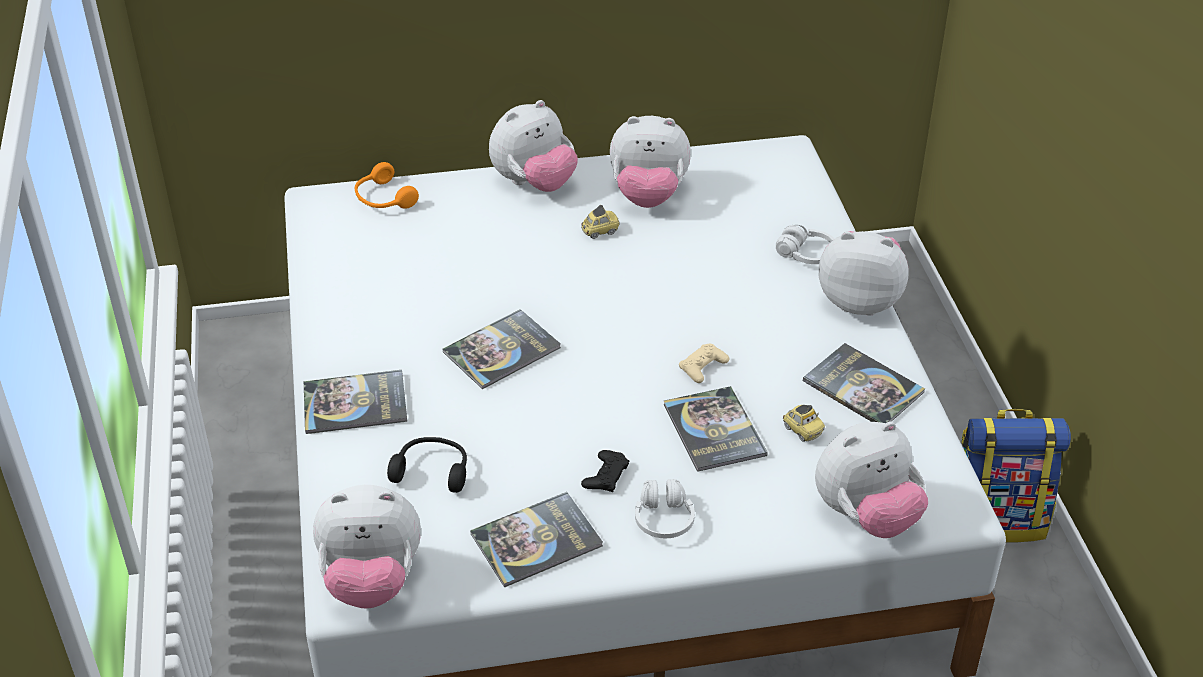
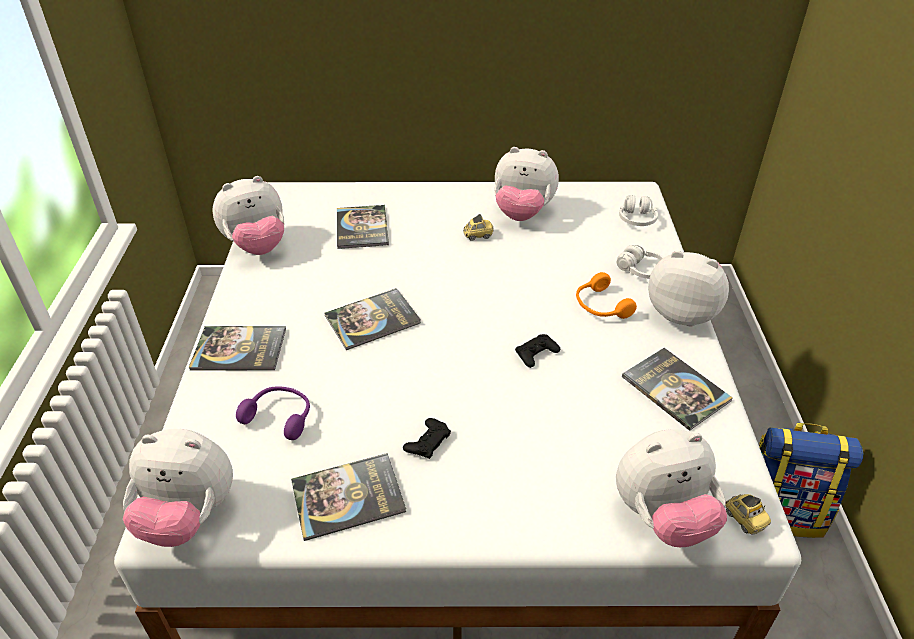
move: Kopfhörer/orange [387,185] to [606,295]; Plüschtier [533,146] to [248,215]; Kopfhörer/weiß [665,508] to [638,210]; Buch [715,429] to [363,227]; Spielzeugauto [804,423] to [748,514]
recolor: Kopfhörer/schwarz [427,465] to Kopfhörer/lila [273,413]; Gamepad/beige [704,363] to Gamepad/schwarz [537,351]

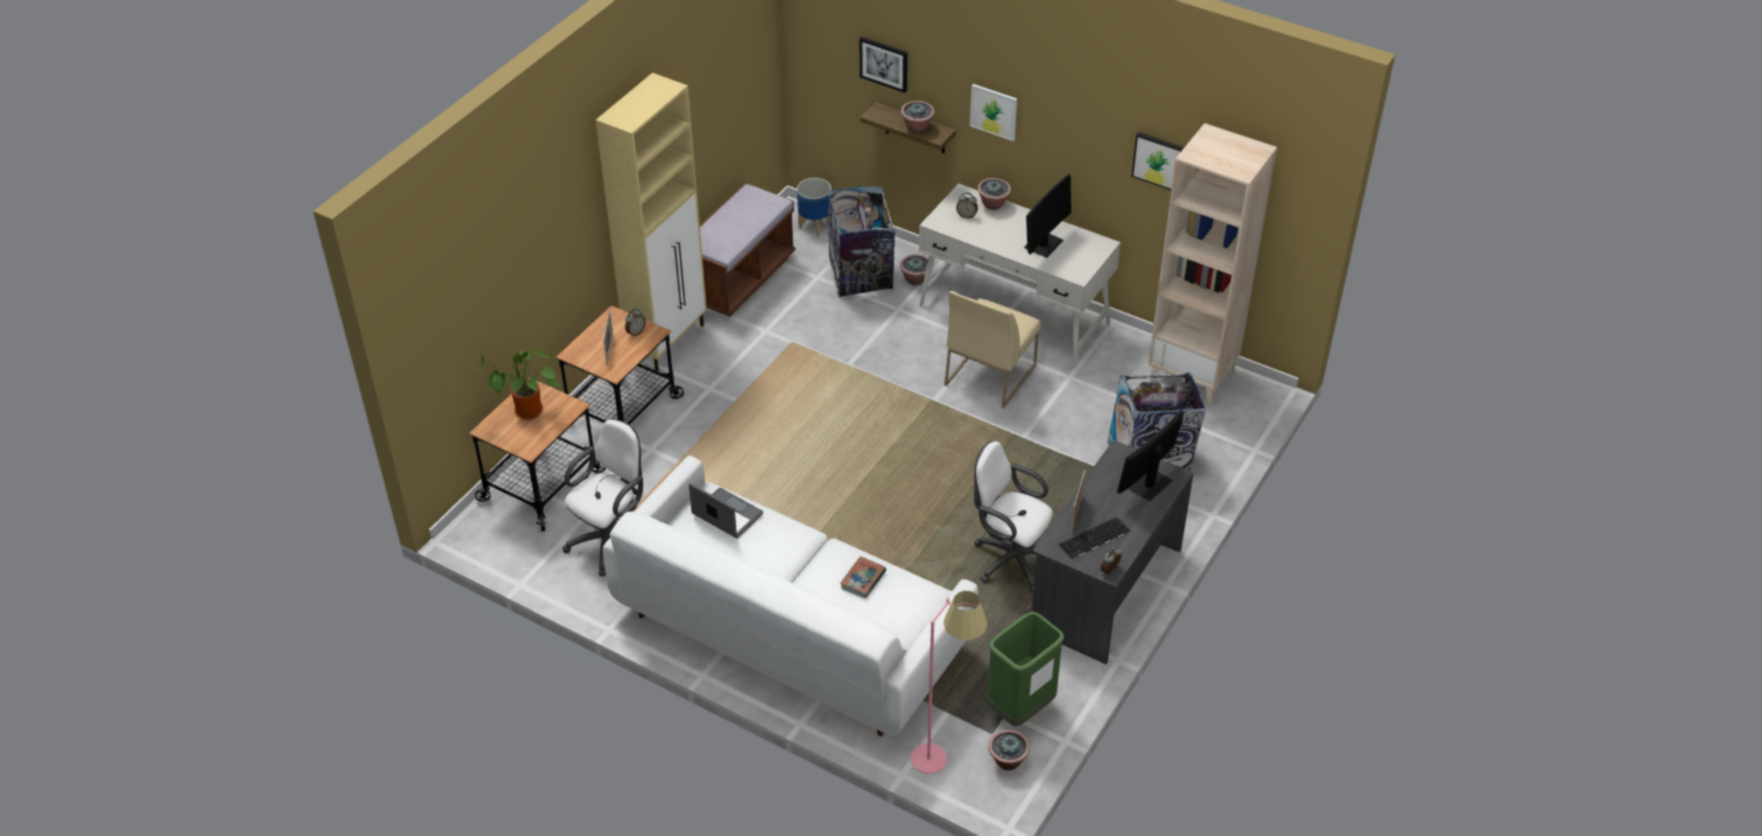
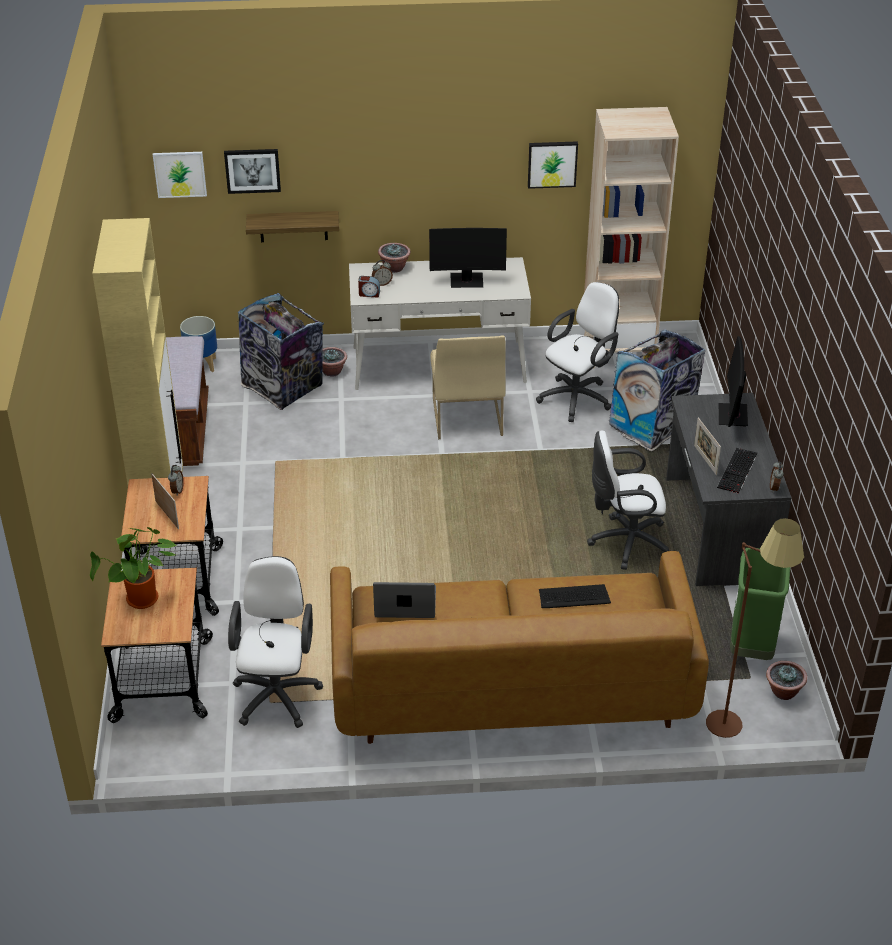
delete: Topfpflanze [918,117]
insert: Wecker [369,287]; Bürostuhl/weiß [577,352]
move: Bild [993,112] to [180,175]
replace: Buch [863,577] to Tastatur [575,596]
recolor: Sofa/weiß [790,596] to Sofa/braun [519,647]; Stehlampe/rosa [949,682] to Stehlampe/braun [755,628]
rotate: Monitor [1047,216] = [468,258] 90 degrees clockwise

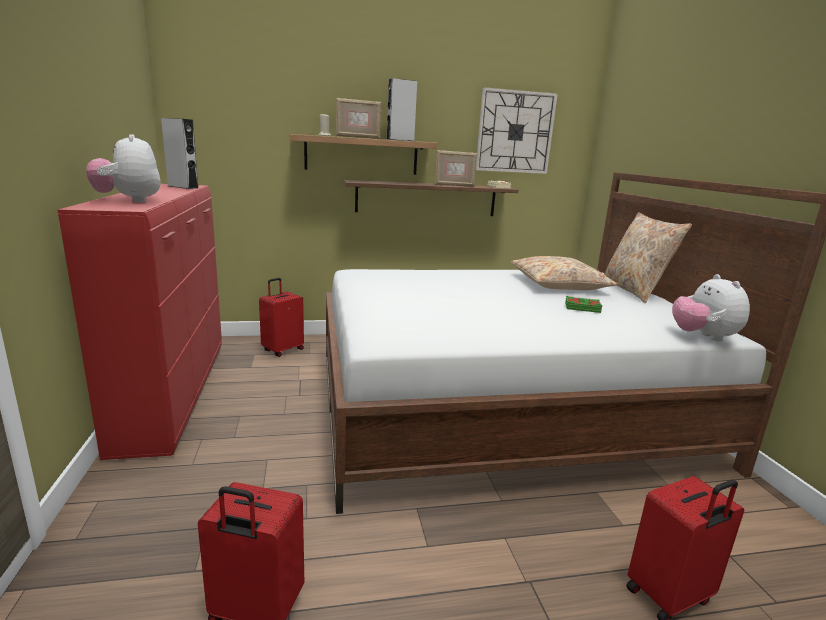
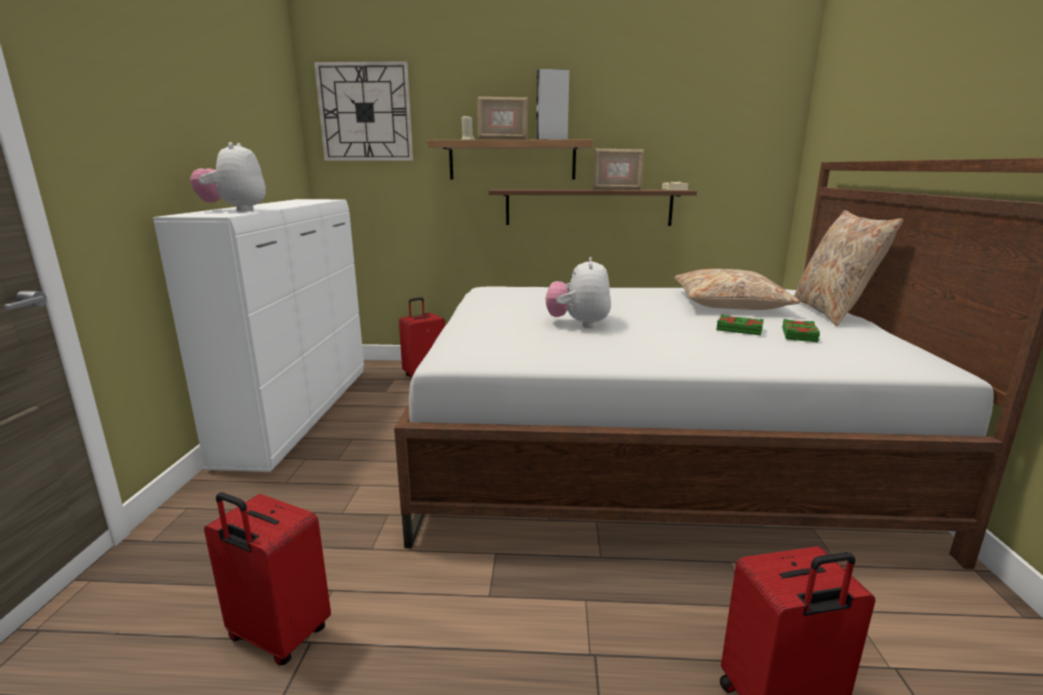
delete: Lautsprecher/grau [179,153]
insert: Buch/grün [801,330]
move: Wanduhr [517,130] to [363,111]; Plüschtier [711,308] to [578,292]
recolor: Kommode/rot [140,322] to Kommode/weiß [258,335]

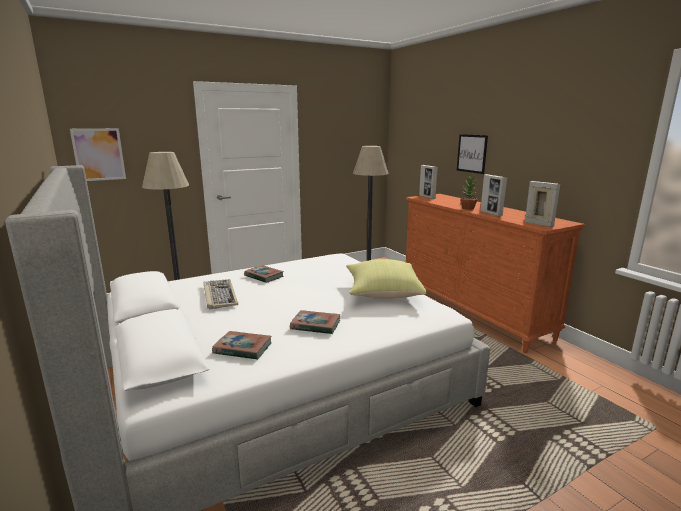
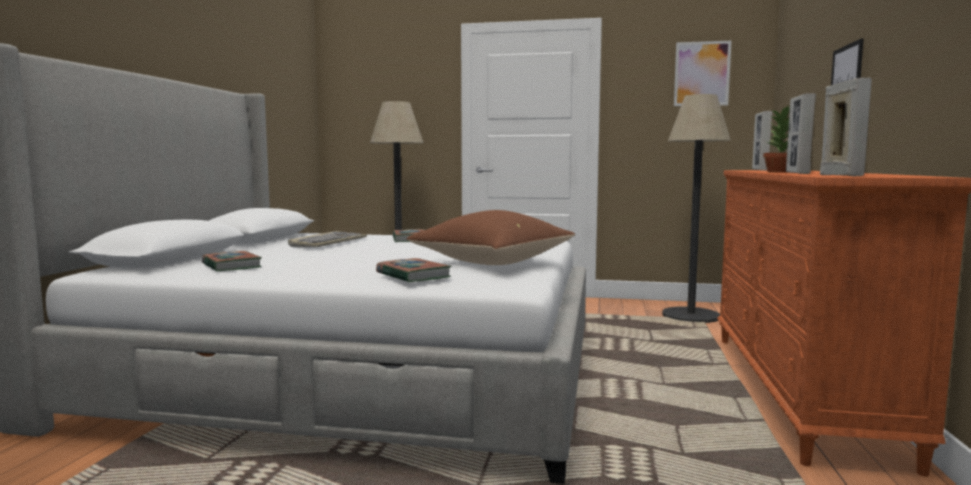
move: Bild [98,154] to [702,73]; Buch [315,322] to [414,270]
recolor: Kissen/gelb [386,279] to Kissen/braun [491,237]

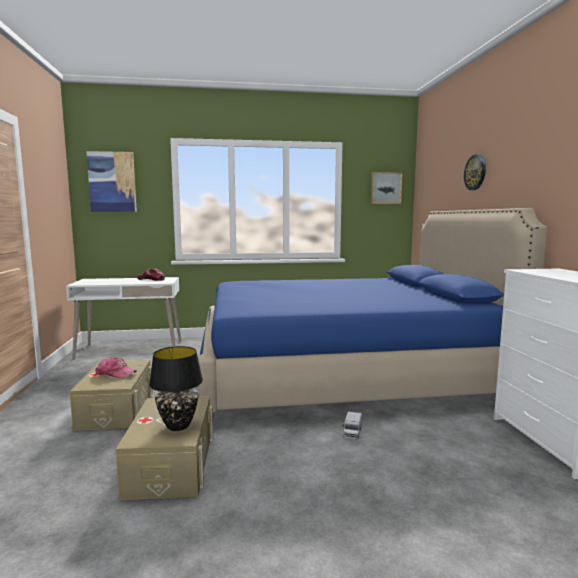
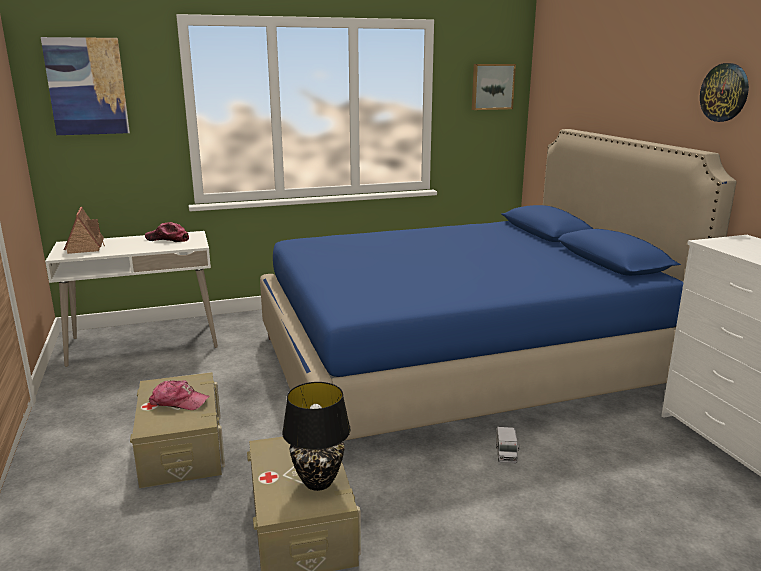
insert: Spielzeughaus [84,230]
move: Wanduhr [475,172] to [724,92]

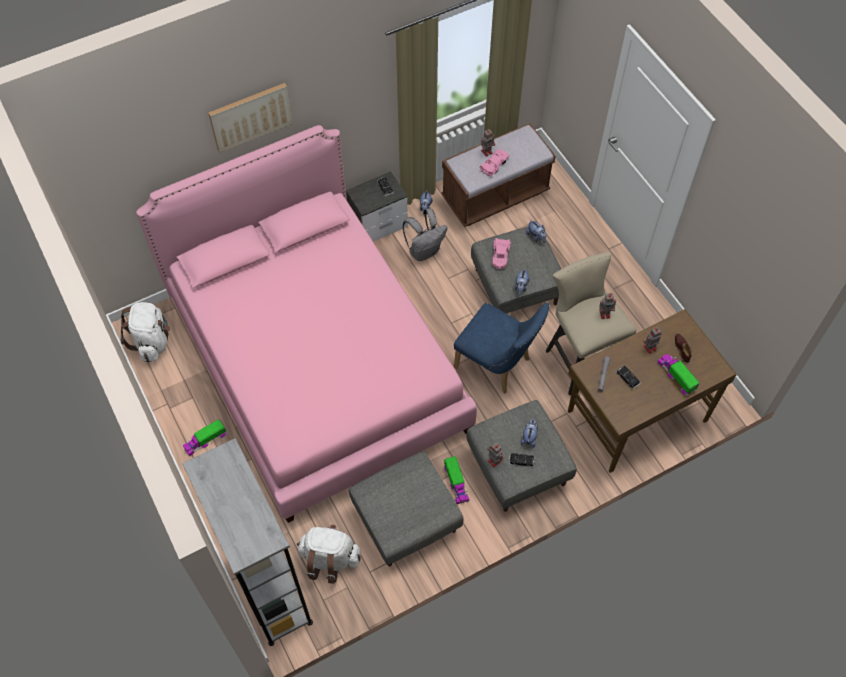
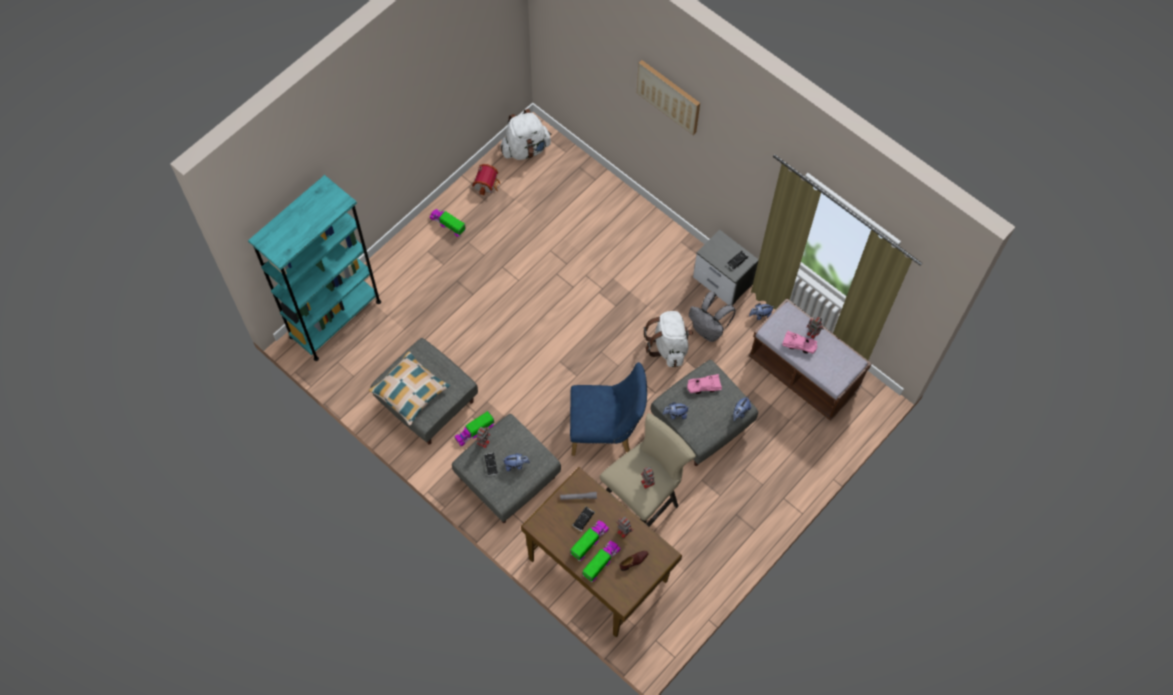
delete: Bett/rosa [306,324]
insert: Kissen [409,388]; Spielzeughaus [486,180]; Spielzeuglaster [589,540]
move: Rucksack/weiß [329,554] to [668,339]
recolor: Bücherregal/grau [247,542] to Bücherregal/türkis [314,268]
rotate: Stuhl/blau [501,348] = [608,409] 105 degrees counterclockwise

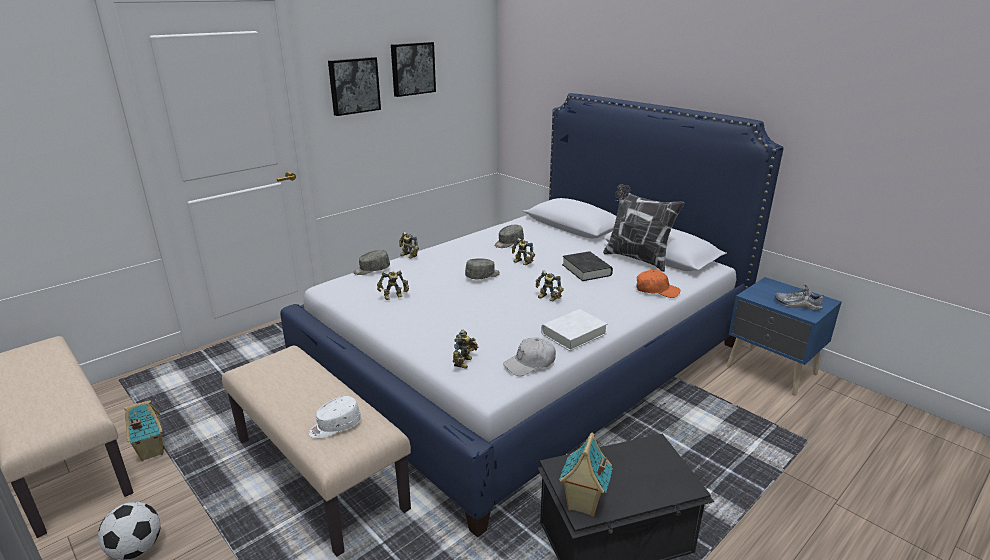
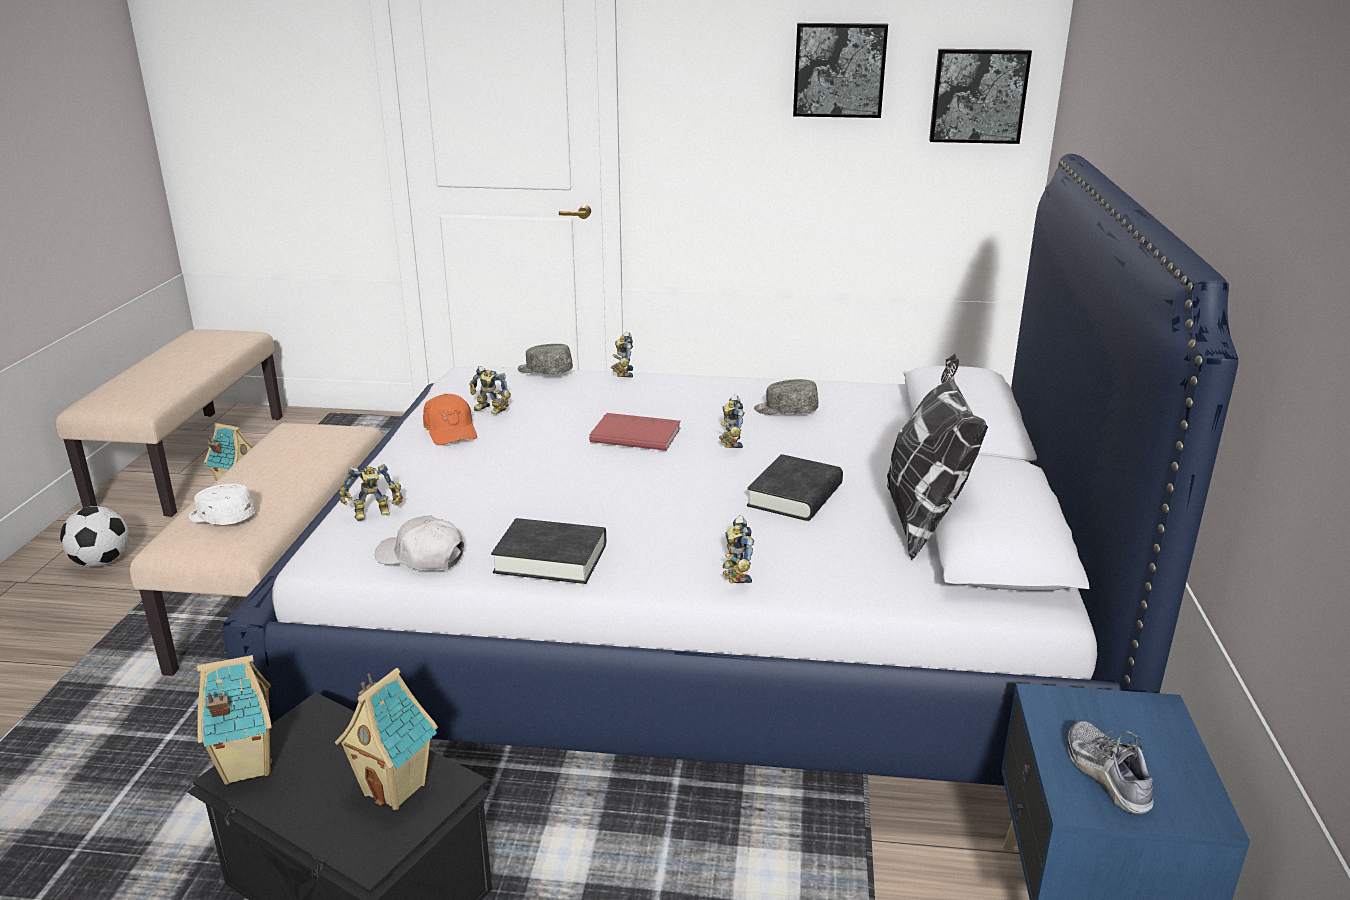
insert: Spielzeughaus [386,739]
move: Bild [354,86] to [980,96]; Spielzeugroboter [550,286] to [738,549]; Kappe/orange [658,284] to [450,419]
replace: Kappe/grau [482,268] to Buch/rot [635,432]
recolor: Buch/weiß [574,330] to Buch/schwarz [548,551]

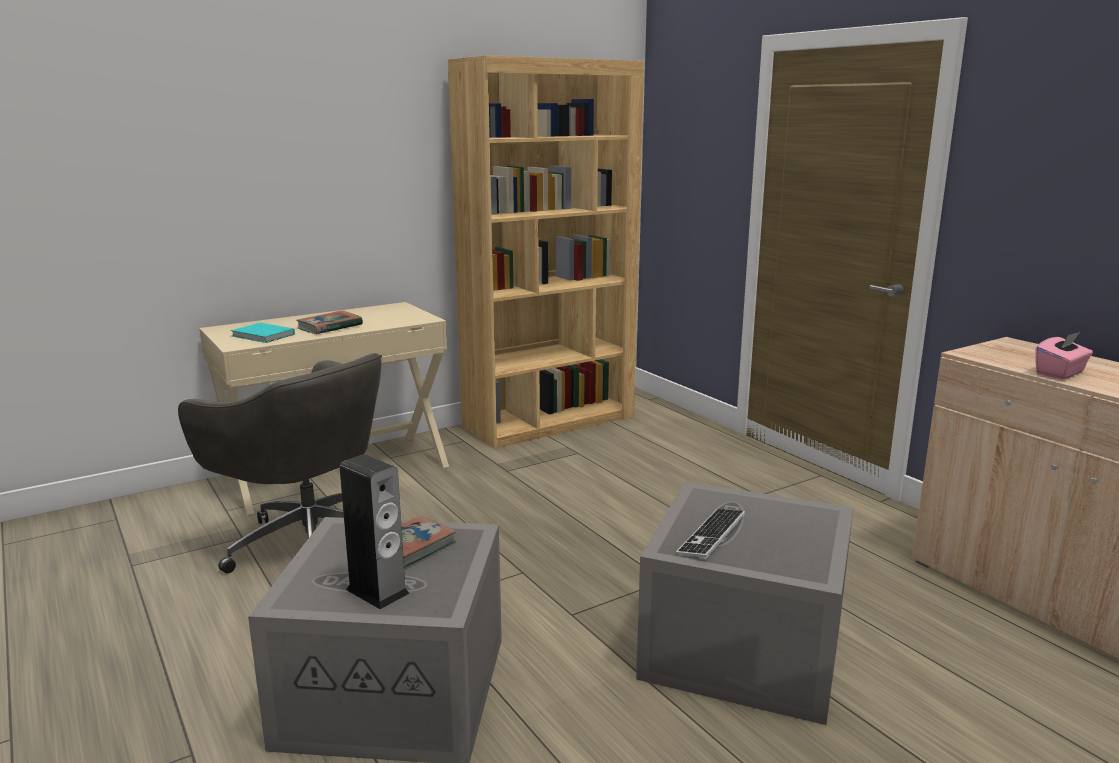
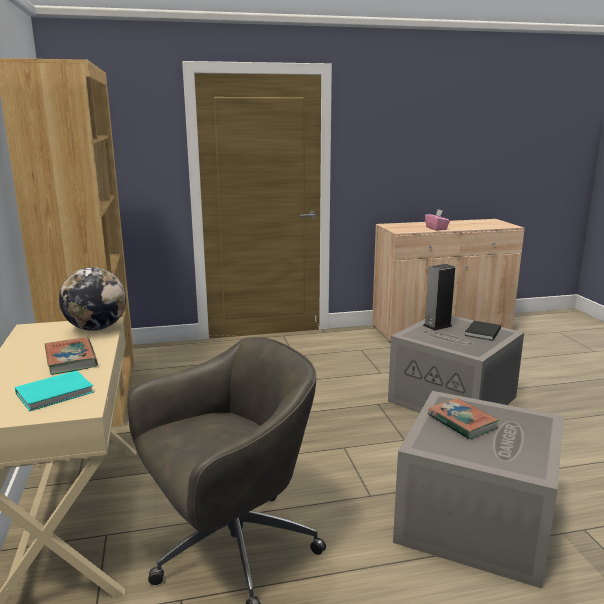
delete: Tastatur [710,534]
insert: Globus [92,299]; Buch/schwarz [483,331]
move: Lautsprecher [375,531] to [439,297]

